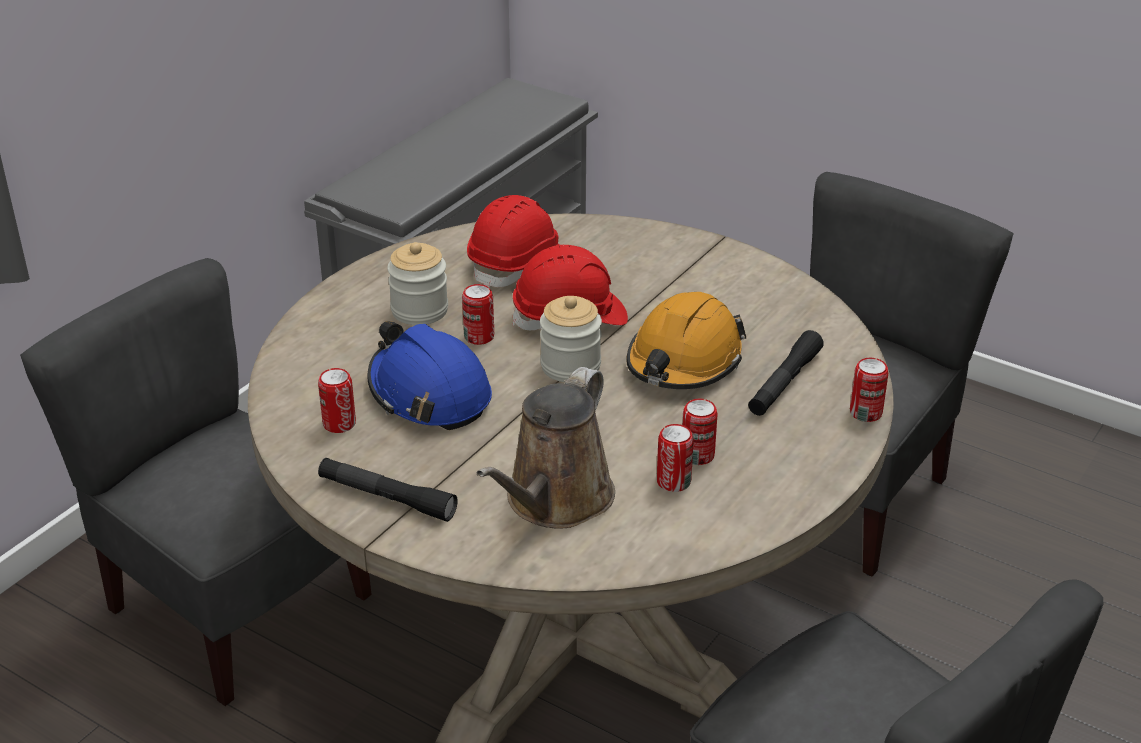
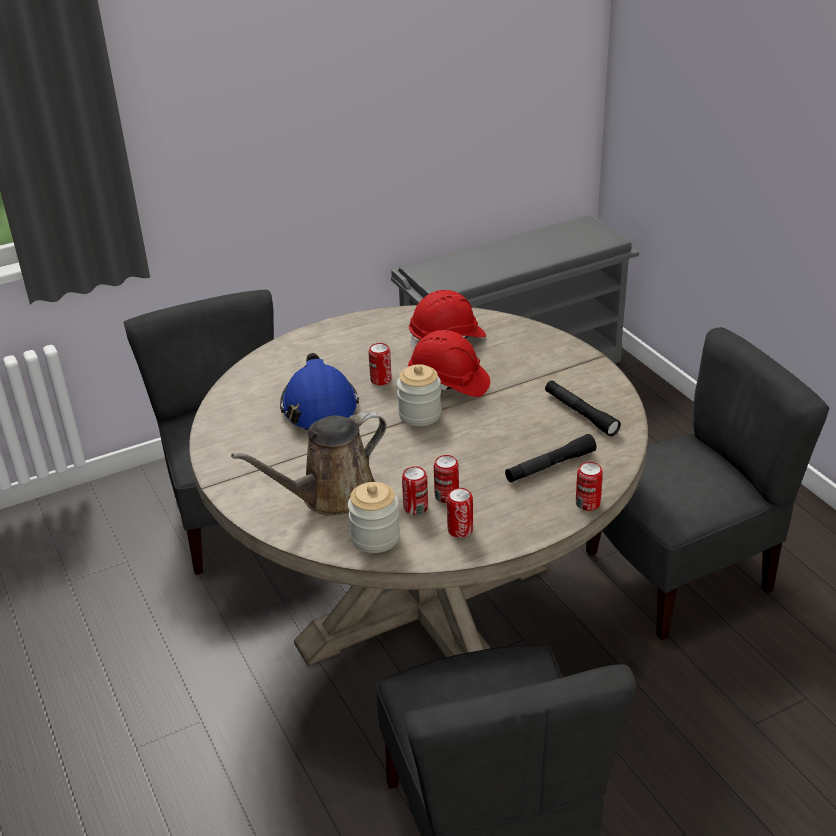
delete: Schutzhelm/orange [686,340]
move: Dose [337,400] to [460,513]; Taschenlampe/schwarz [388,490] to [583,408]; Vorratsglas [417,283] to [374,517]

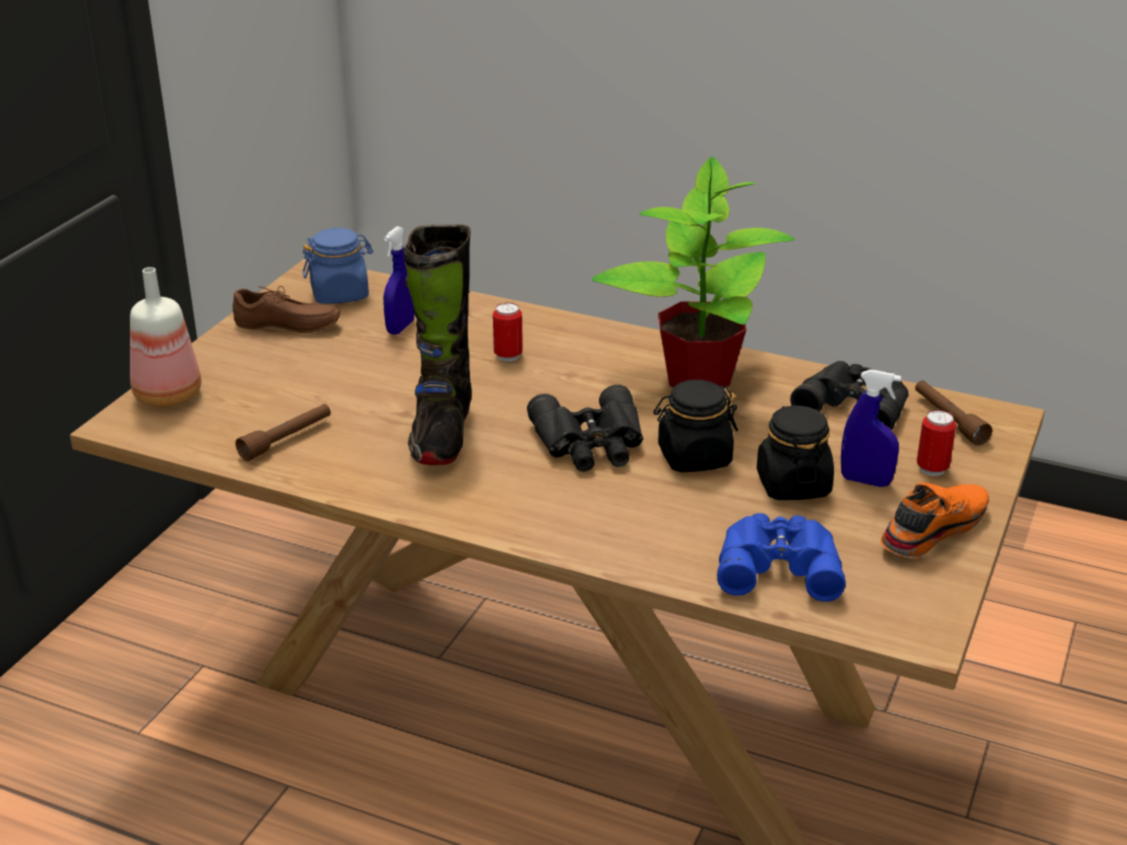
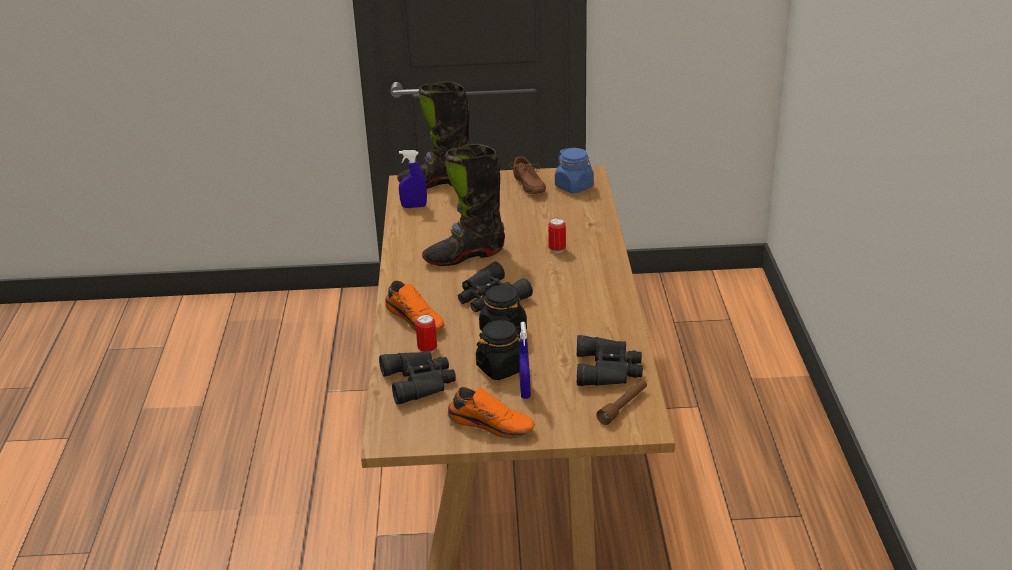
delete: Taschenlampe/braun [283,432]; Topfpflanze [693,272]
insert: Schuh/orange [414,305]
move: Sprühflasche/blau [398,280] to [413,179]; Dose [936,443] to [426,333]
replace: Flasche [165,337] to Stiefel/schwarz [433,135]
recolor: Fernglas/blau [781,557] to Fernglas/schwarz [417,377]

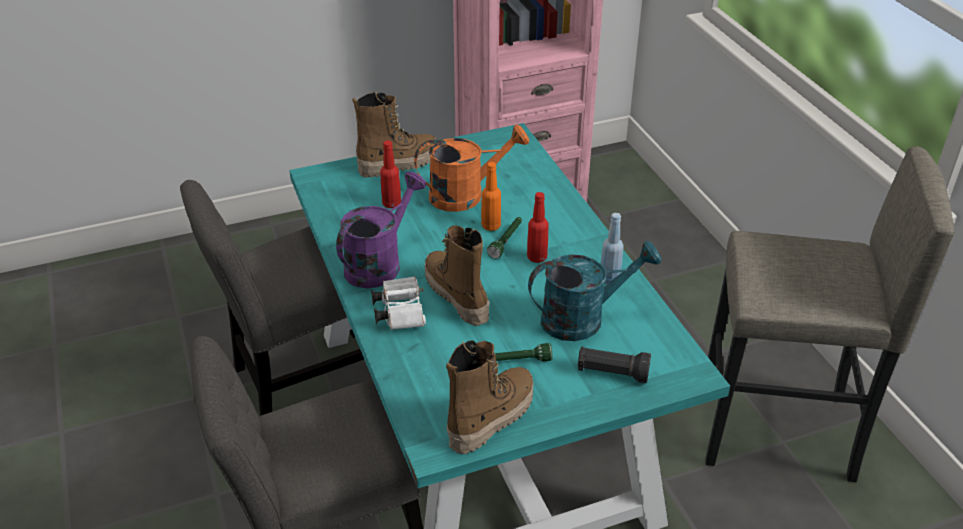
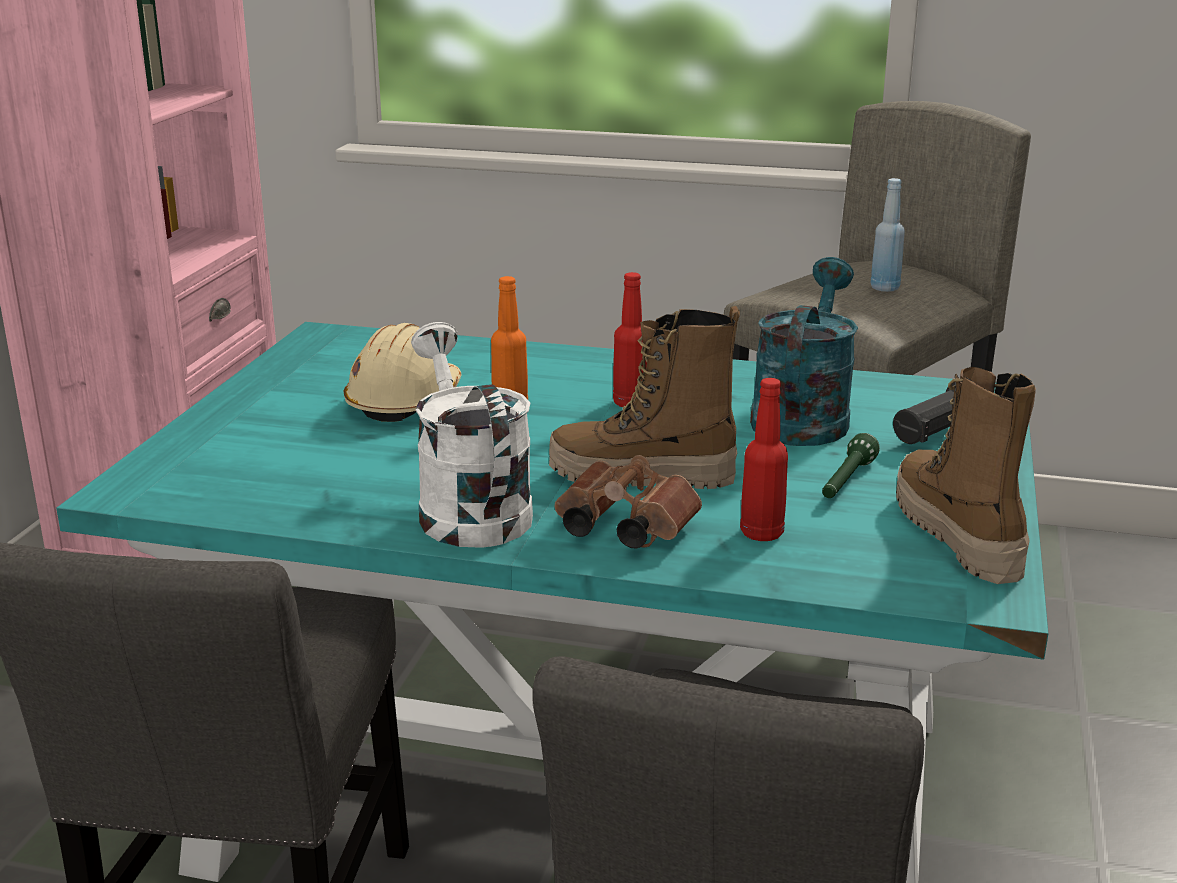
delete: Stiefel [394,135]; Taschenlampe/grün [504,238]
move: Flasche/rot [390,174] to [764,459]; Flasche/blau [612,248] to [887,235]
replace: Gießkanne/orange [471,168] to Schutzhelm/beige [402,372]
recolor: Gießkanne/lila [381,230] to Gießkanne/weiß [472,435]; Fernglas/weiß [398,303] to Fernglas/braun [628,502]

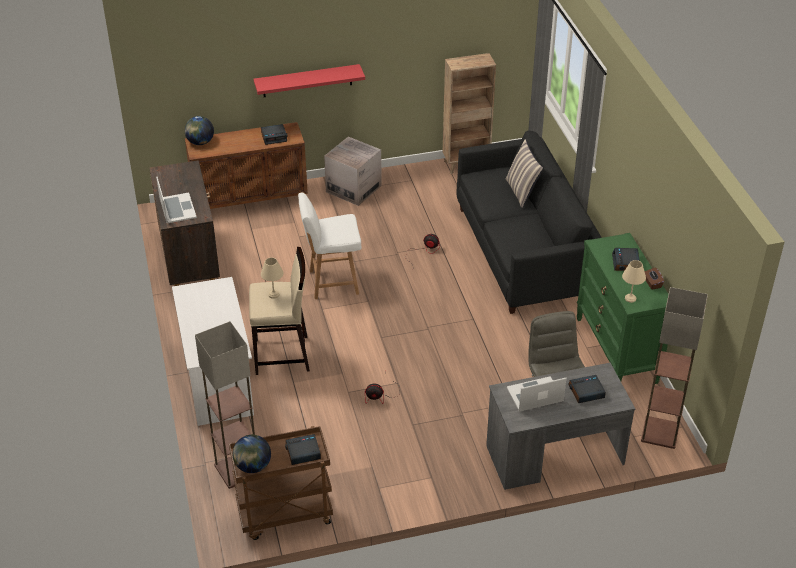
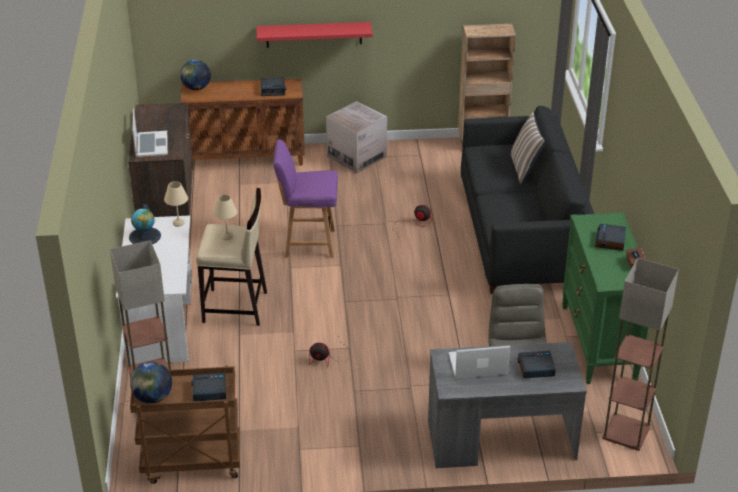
insert: Globus [145,224]
move: Tischlampe/beige [634,281] to [176,204]
recolor: Stuhl/weiß [330,245] to Stuhl/lila [305,199]

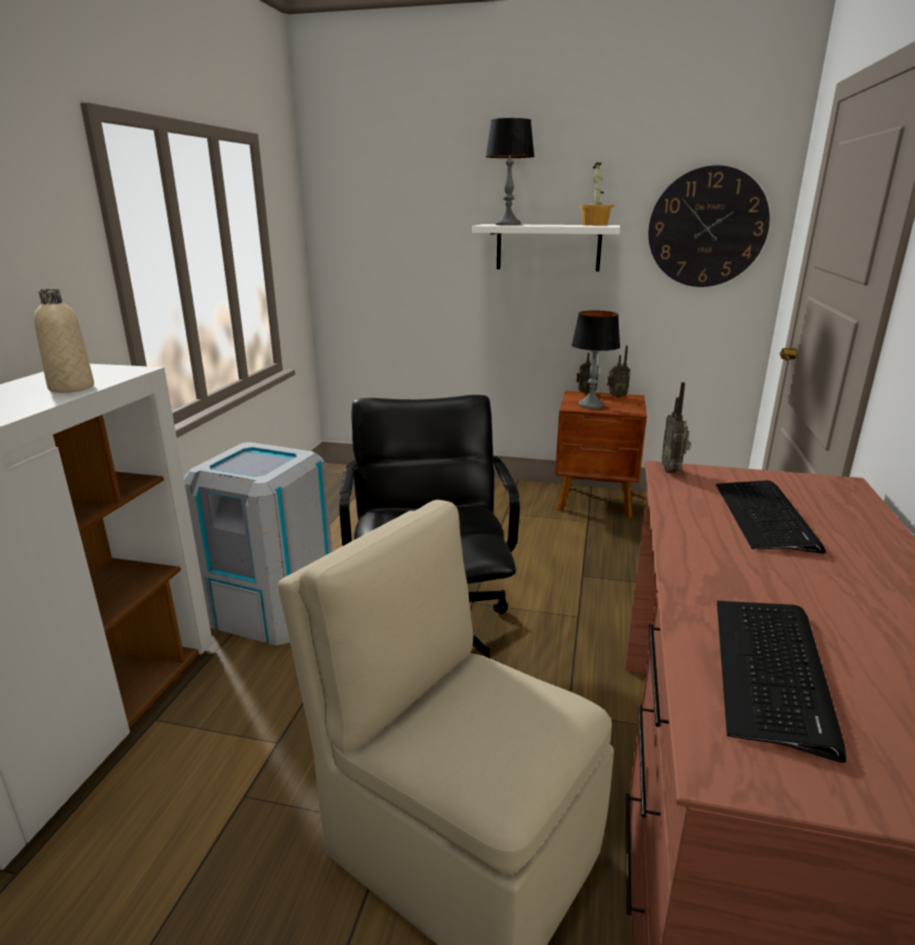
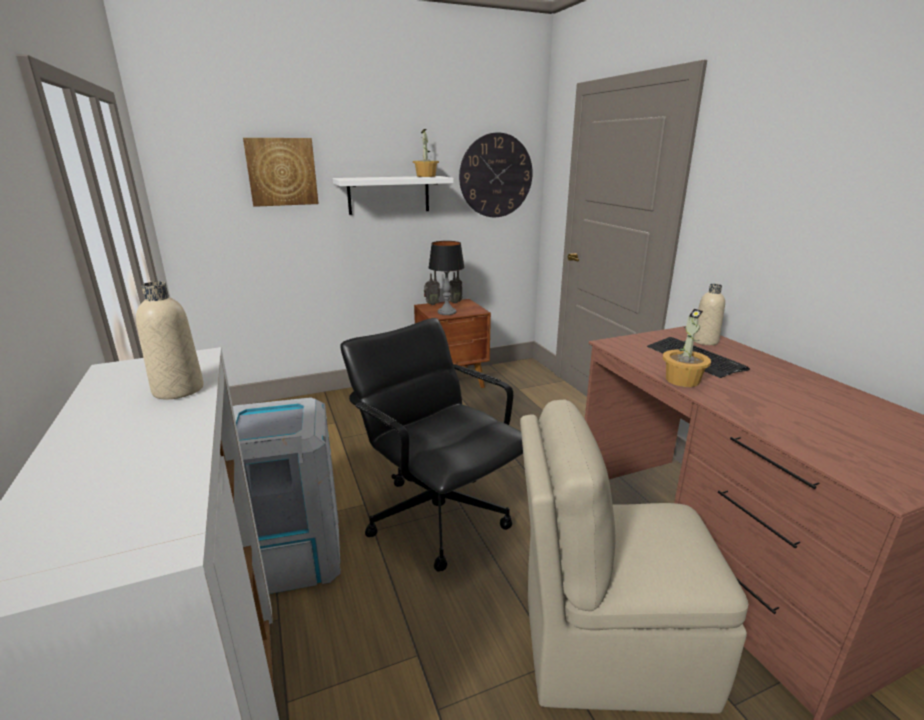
delete: Tischlampe [510,171]; Radio [676,427]; Tastatur [781,682]
insert: Bild [281,172]; Topfpflanze [687,348]; Flasche/beige [709,314]

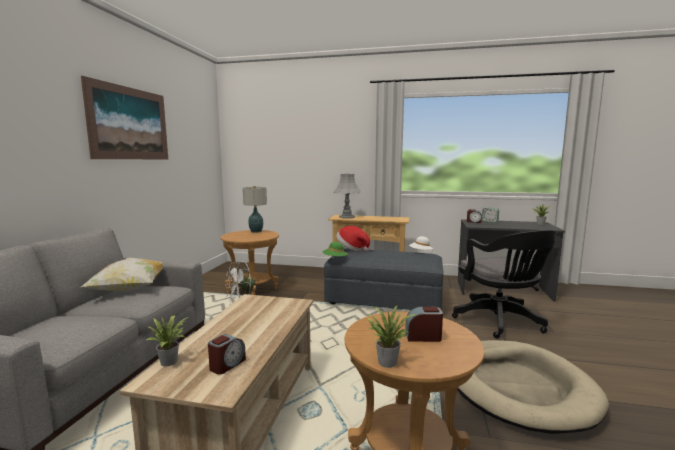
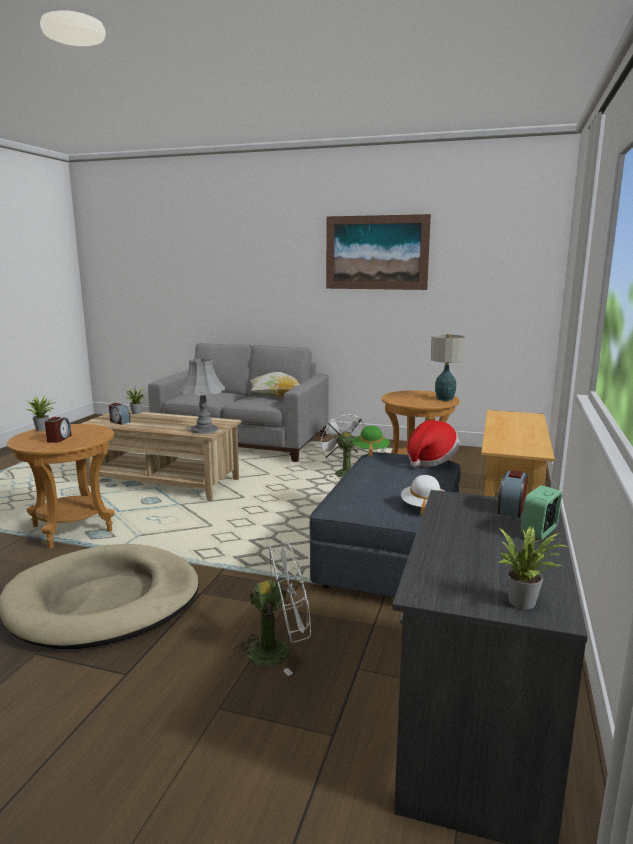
move: Tischlampe/grau [347,196] to [202,396]
replace: Bürostuhl/schwarz [504,284] to Ventilator/weiß [272,609]

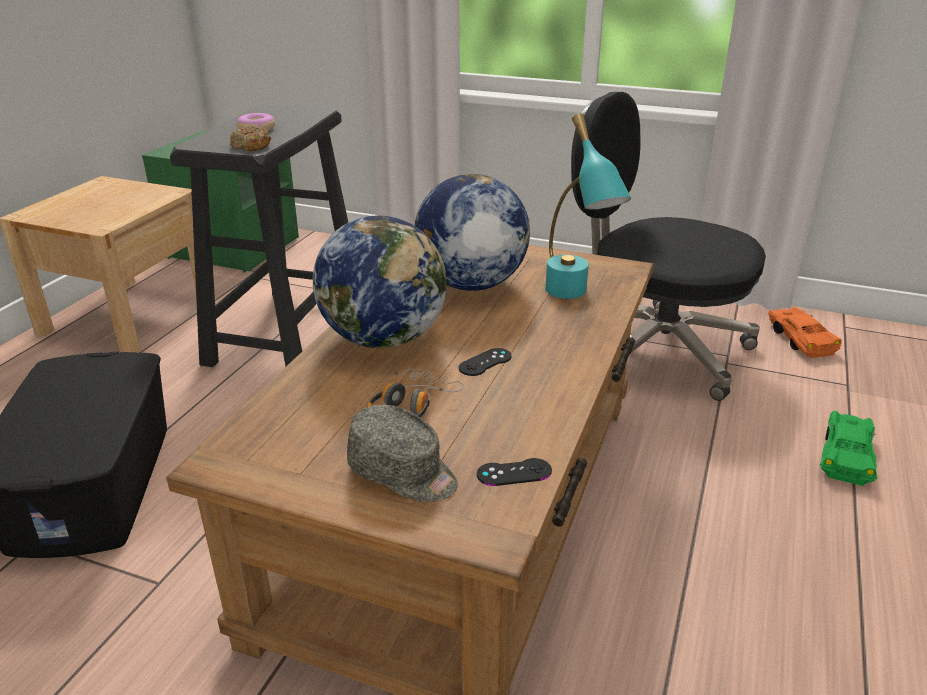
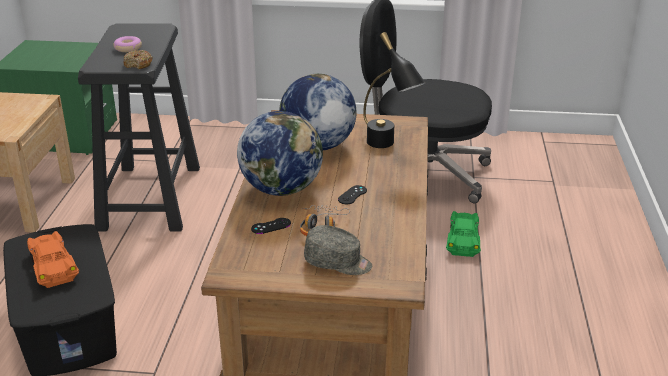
move: Gamepad/schwarz [514,472] to [271,226]; Spielzeugauto/orange [805,332] to [53,259]; Spielzeugauto/grün [848,448] to [463,234]
recolor: Tischlampe/türkis [588,206] to Tischlampe/schwarz [394,90]

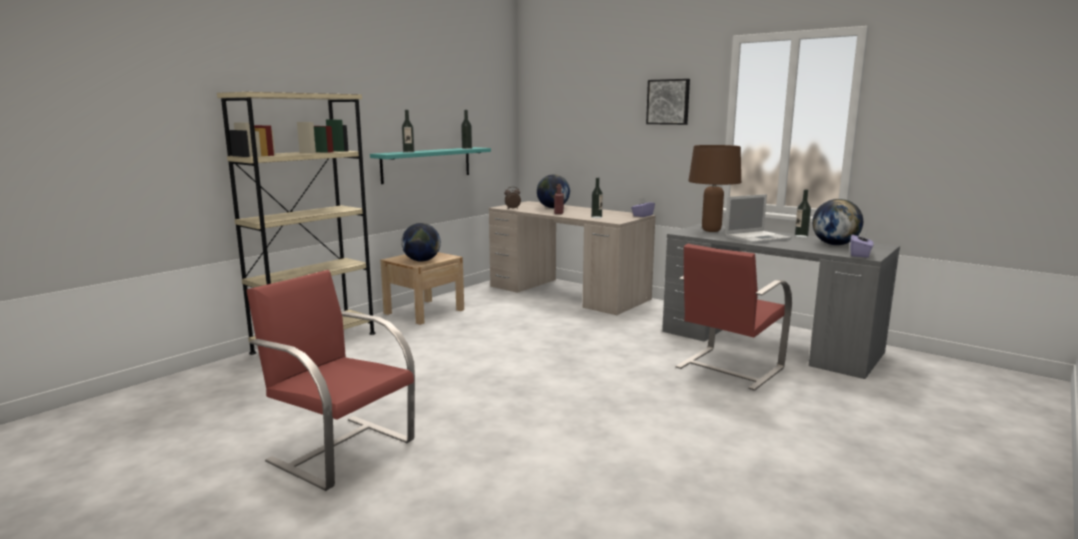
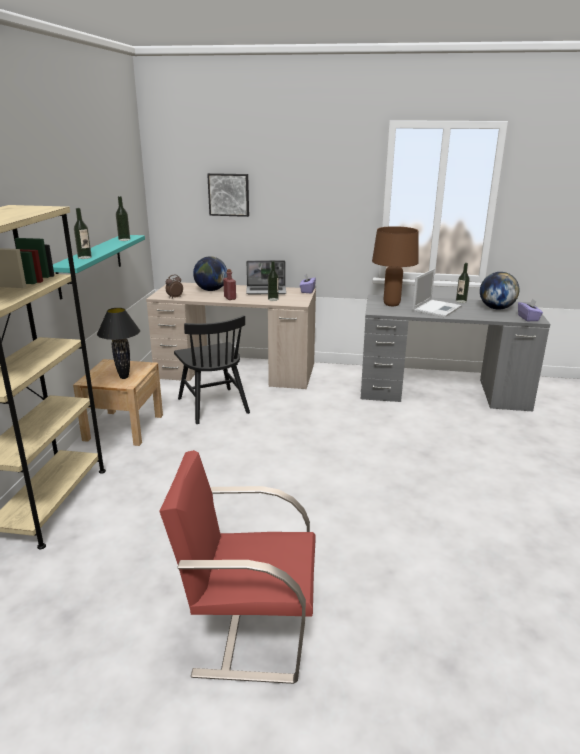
delete: Stuhl/rot [733,317]
insert: Stuhl/schwarz [212,369]; Laptop [266,277]
move: Bild [668,102] to [228,195]
replace: Globus [421,242] to Tischlampe/schwarz [118,343]

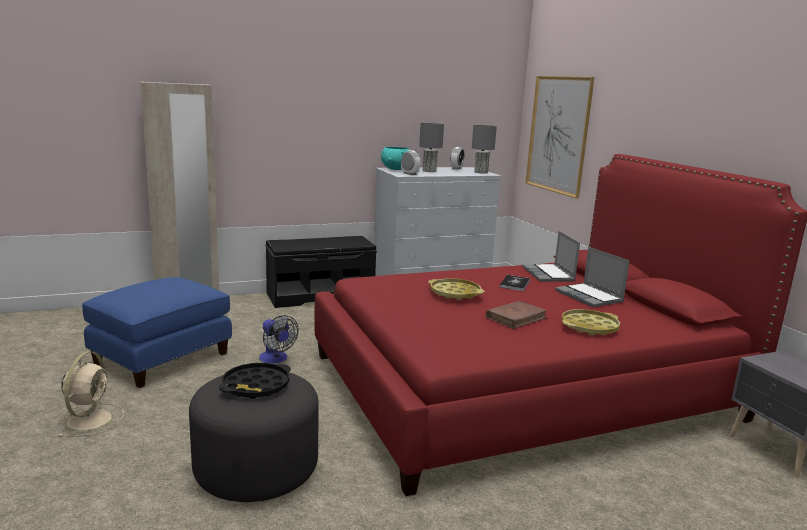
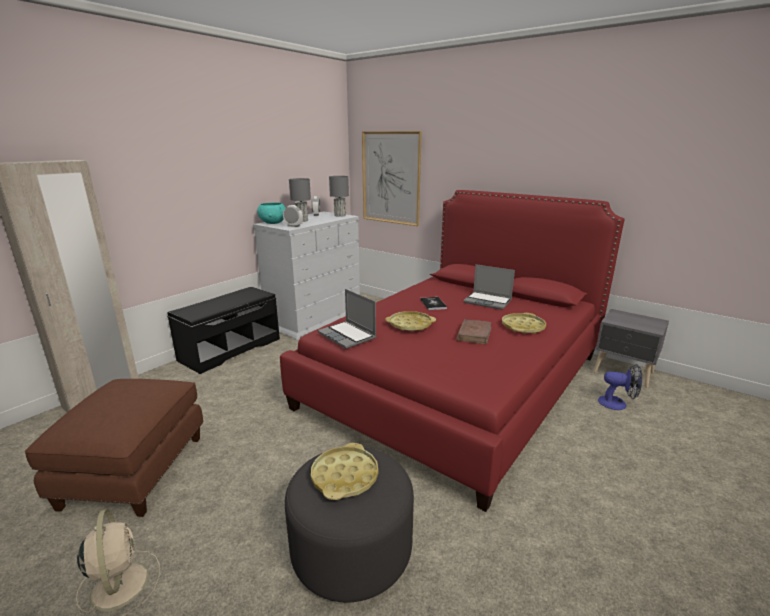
move: Ventilator [279,339] to [620,387]; Laptop [551,256] to [347,319]
recolor: Polsterhocker/blau [157,332] to Polsterhocker/braun [114,448]; Tablett/schwarz [255,381] to Tablett/gelb [344,471]

